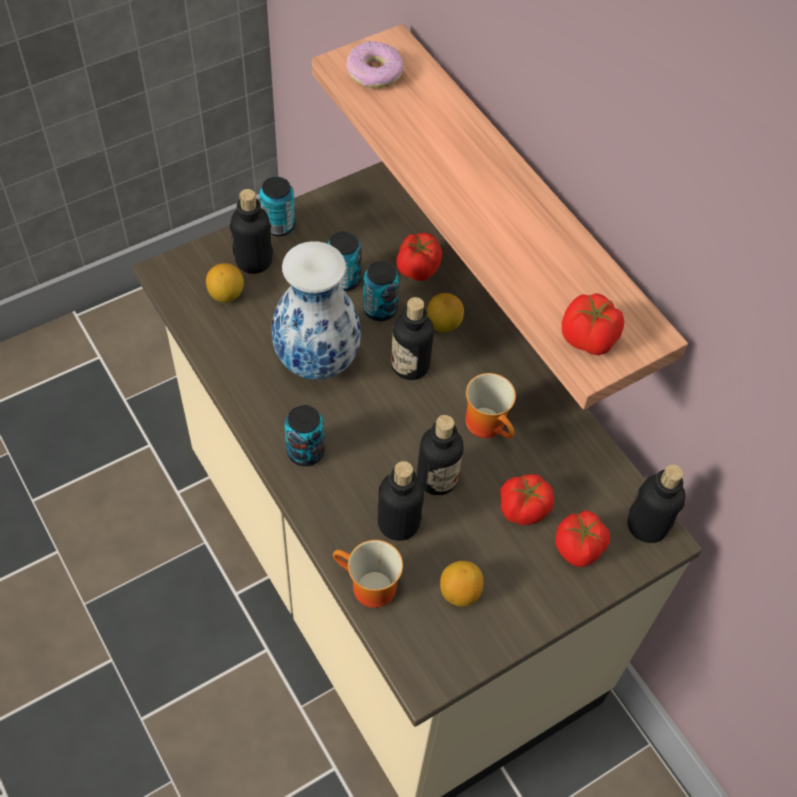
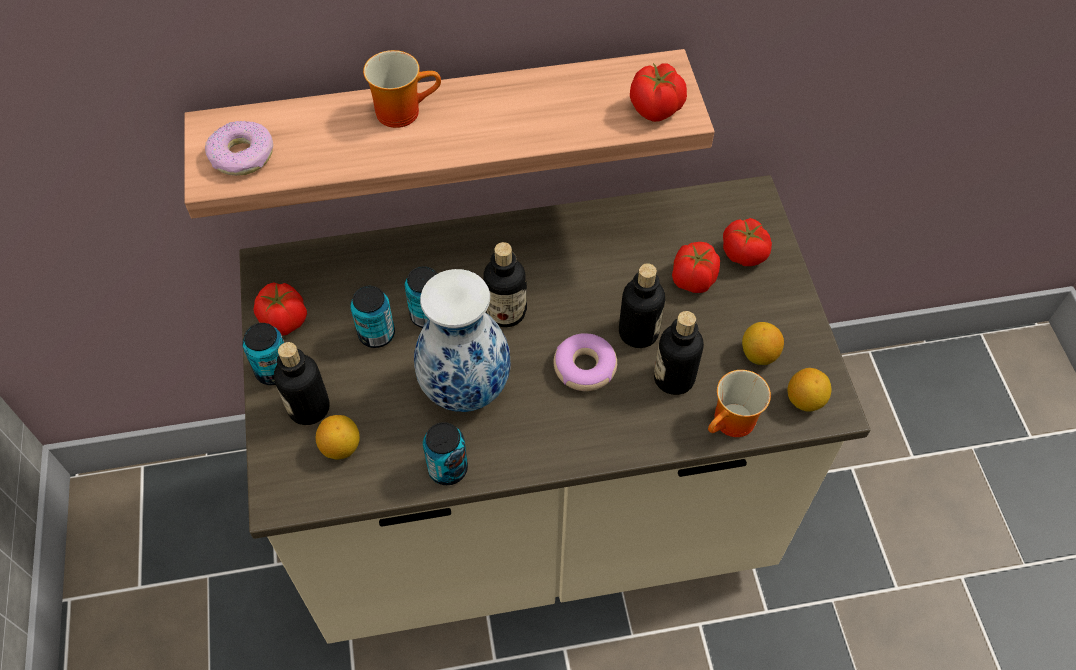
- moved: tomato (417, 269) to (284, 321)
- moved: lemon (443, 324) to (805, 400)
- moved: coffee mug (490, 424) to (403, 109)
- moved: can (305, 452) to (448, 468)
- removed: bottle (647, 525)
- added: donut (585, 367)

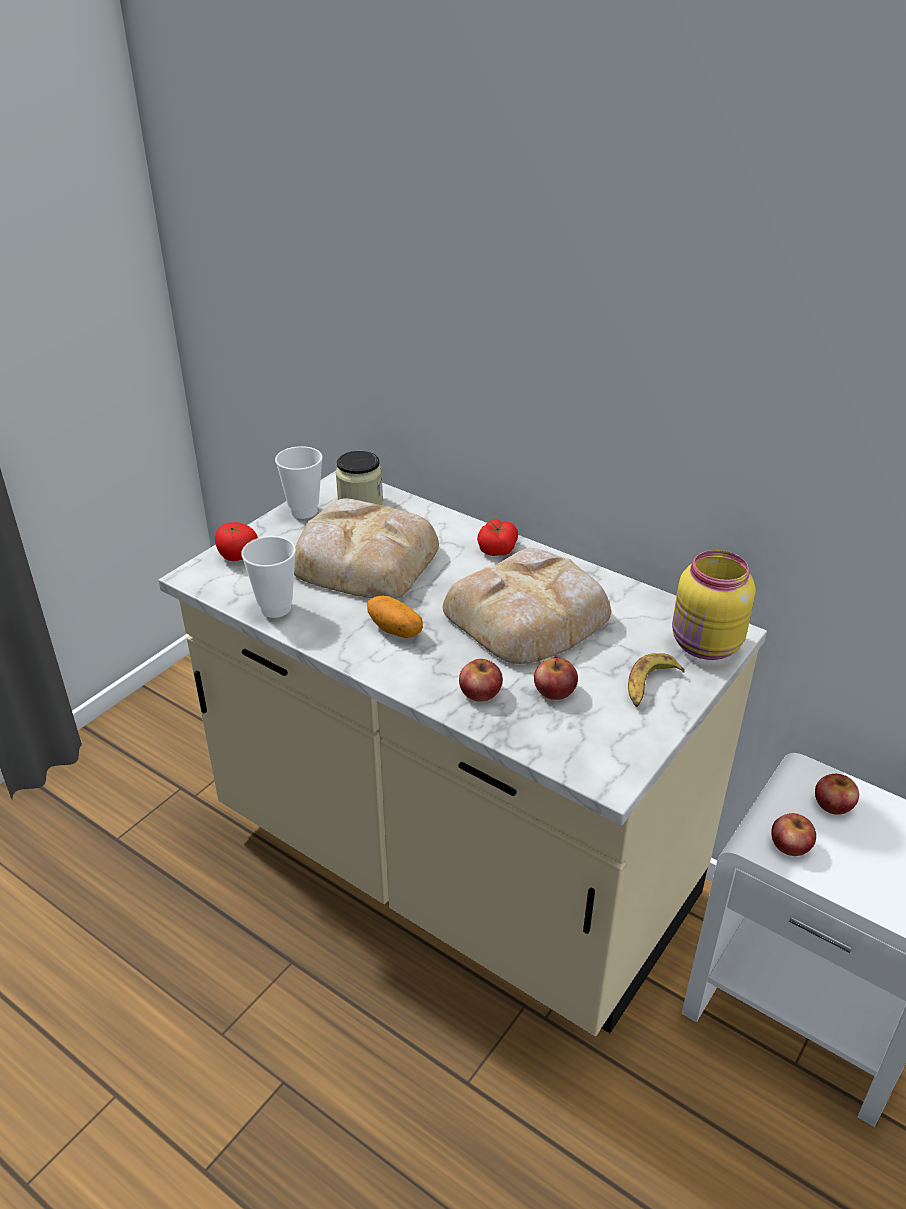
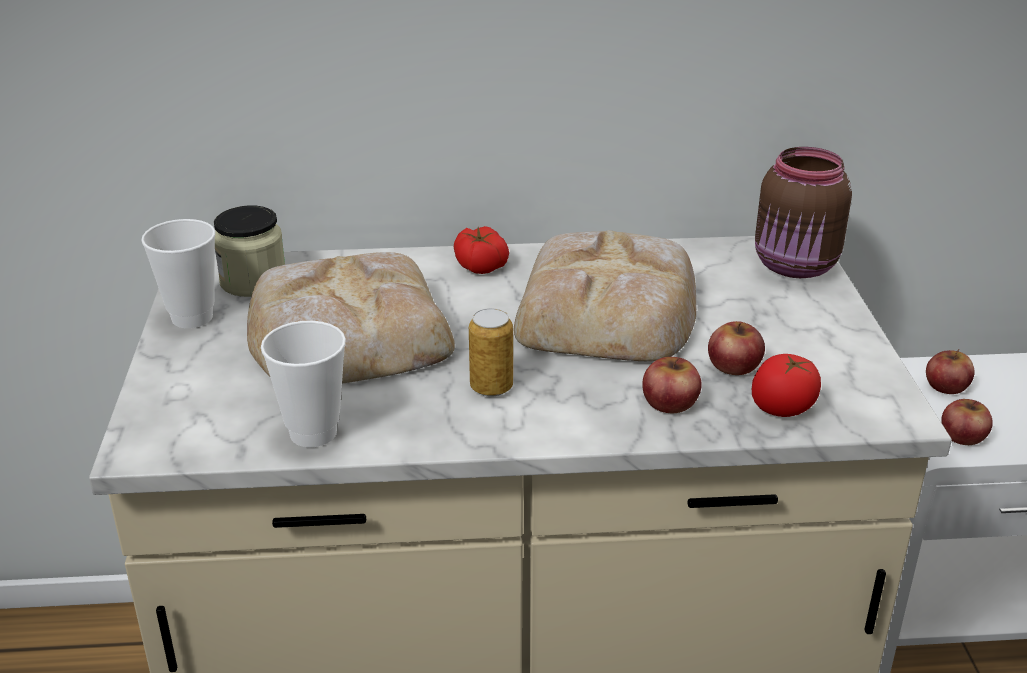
- moved: tomato (237, 556) to (782, 408)
- recoloured: yellow-coloured preserve jar (705, 646) to brown-coloured preserve jar (796, 267)
- replaced: potato (395, 629) to can (491, 387)
- removed: whole banana (650, 686)

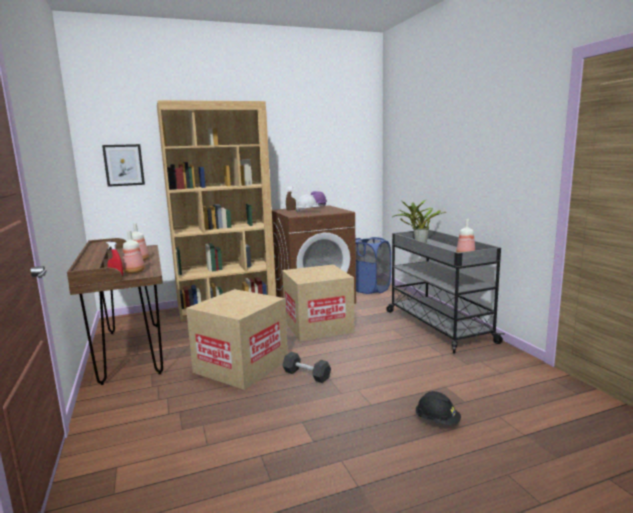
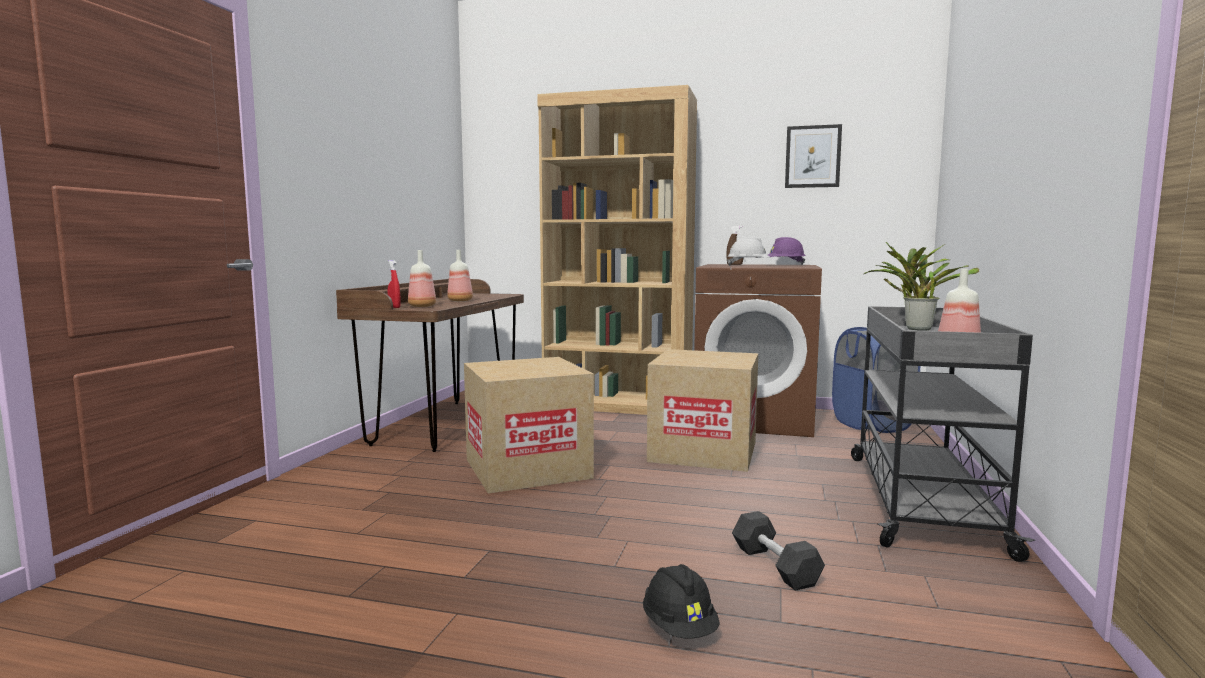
- moved: wall picture (124, 165) to (812, 156)
- moved: black dumbbell (306, 375) to (775, 566)

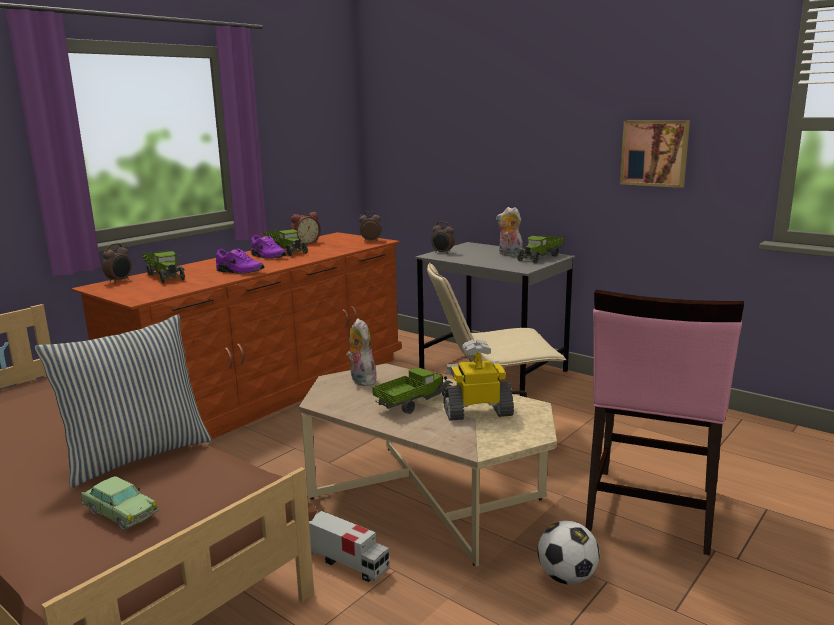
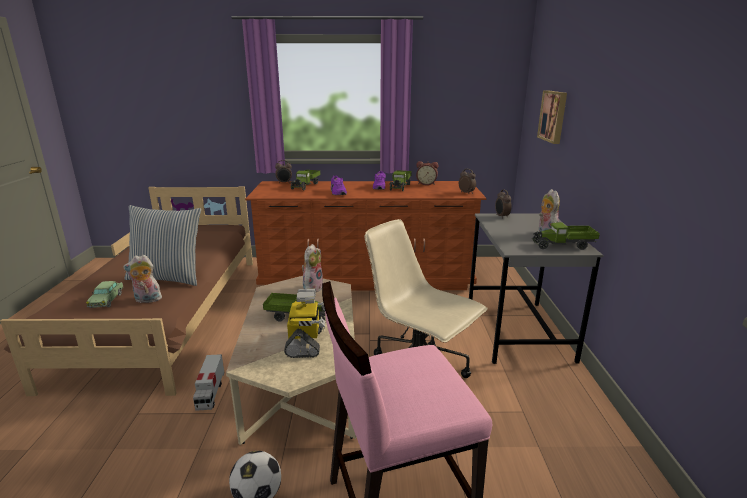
- moved: wall picture (655, 153) to (554, 116)
- turned: robot figure (478, 412) = (306, 343) 45 degrees clockwise
- added: soft toy (147, 300)

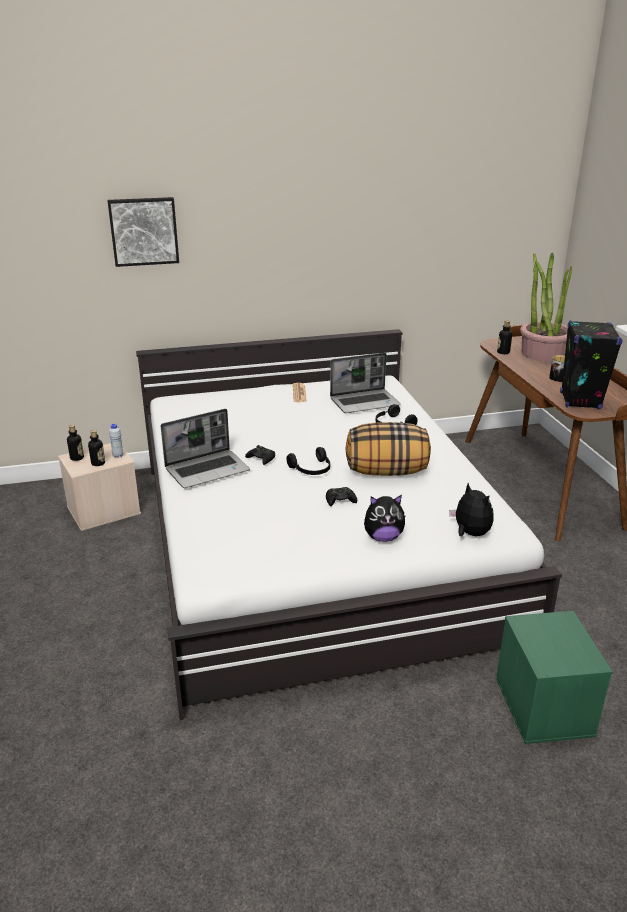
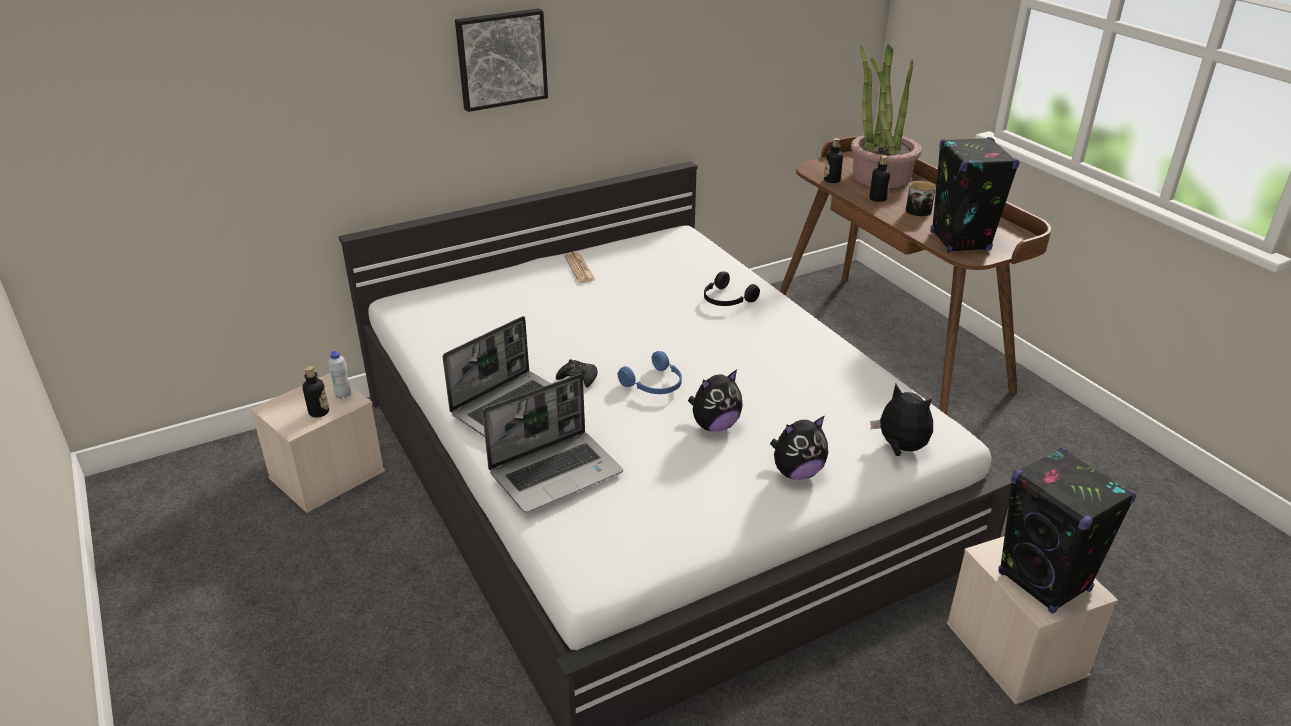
- moved: wall picture (144, 231) to (501, 58)
- moved: notebook computer (365, 402) to (556, 472)
- removed: throw pillow (387, 471)
- moved: bottle (77, 458) to (877, 199)
- recoloured: black pair of headphones (312, 469) to blue pair of headphones (655, 385)
- replaced: black game controller (340, 500) to soft toy (714, 425)
- recoloured: green-coloured storage bin (542, 705) to beige-coloured storage bin (1013, 648)
- added: black loudspeaker (1044, 582)

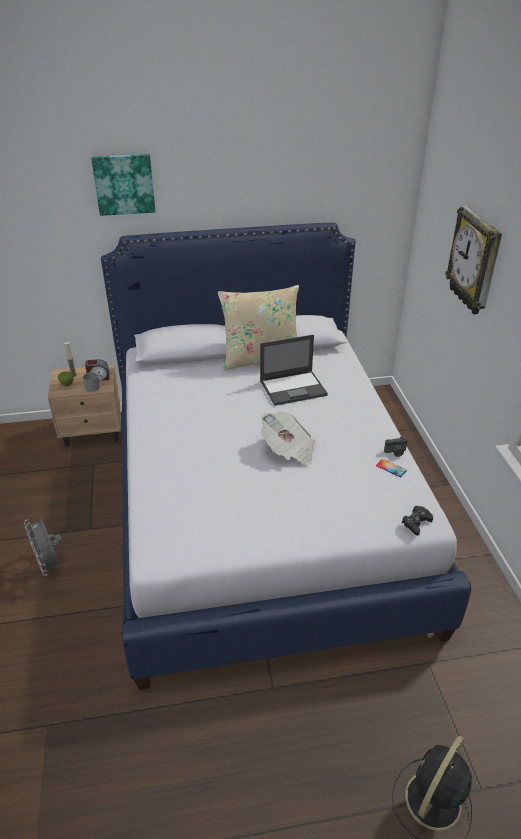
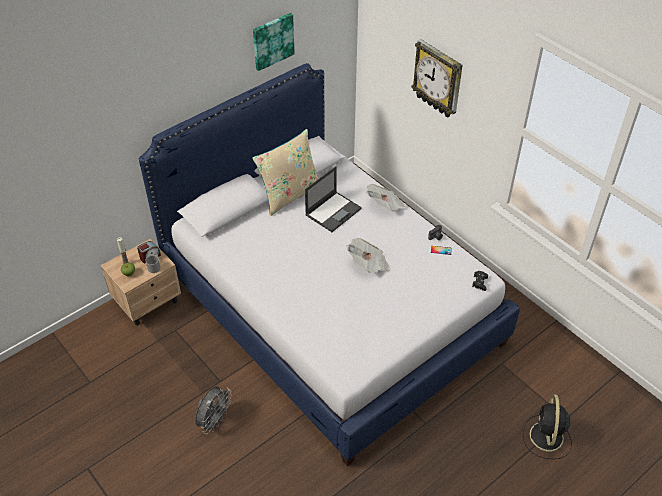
- moved: wall picture (124, 184) to (272, 41)
- turned: grey cooling fan (49, 564) = (214, 421) 90 degrees counterclockwise
- added: newspaper (385, 206)

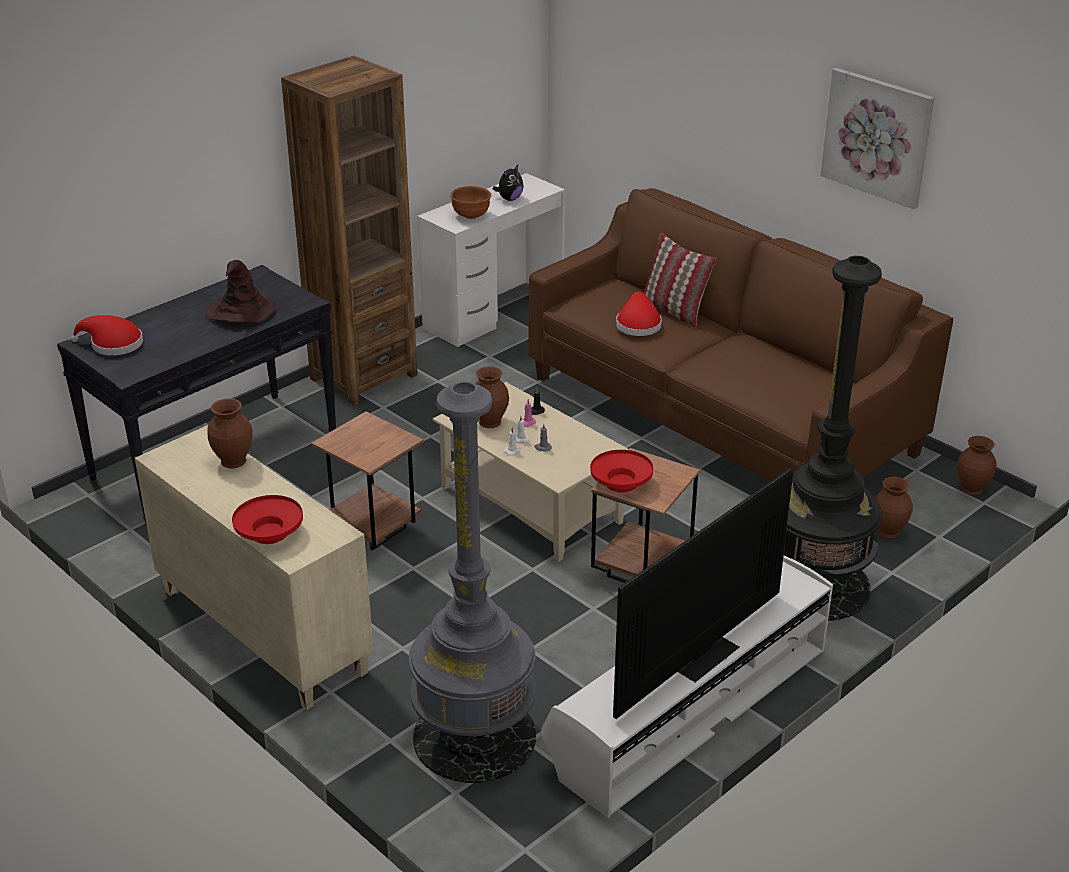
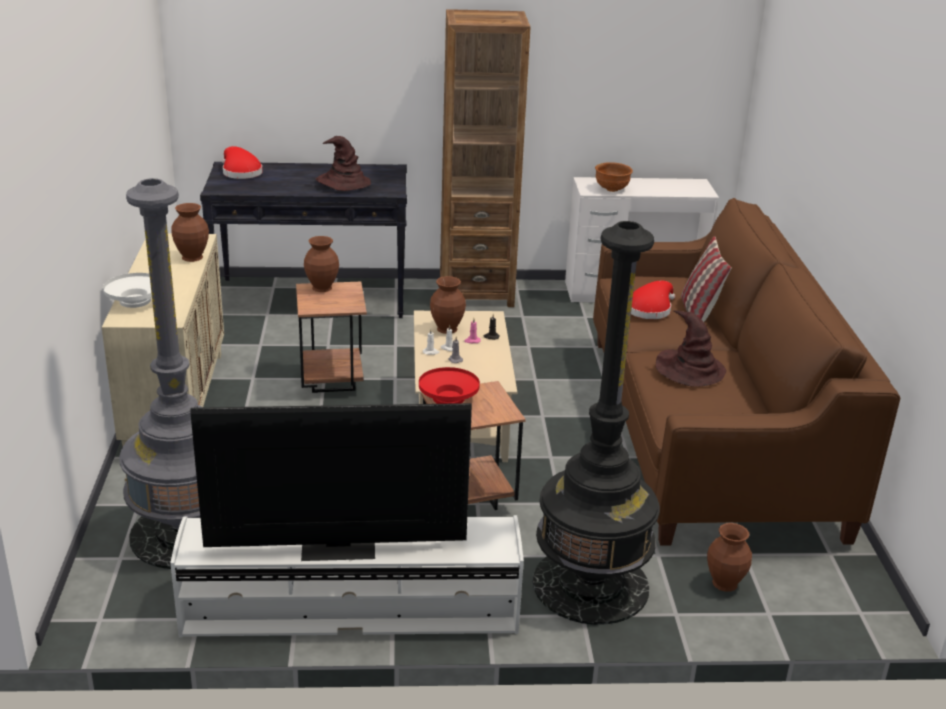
- removed: wall picture (877, 137)
- removed: soft toy (509, 199)
- moved: brown-coloured flower vase (972, 488) to (322, 288)
- recoloured: red-coloured serving bowl (269, 533) to white-coloured serving bowl (134, 301)
- added: brown-coloured wearable hat (690, 370)

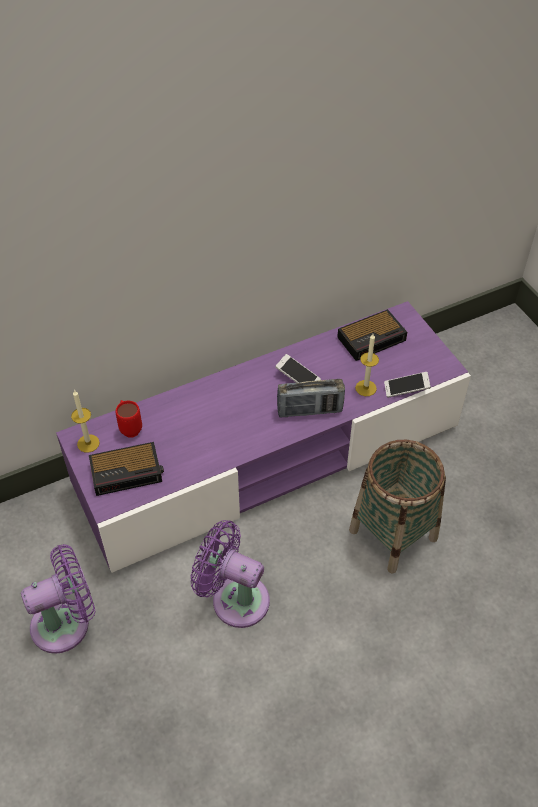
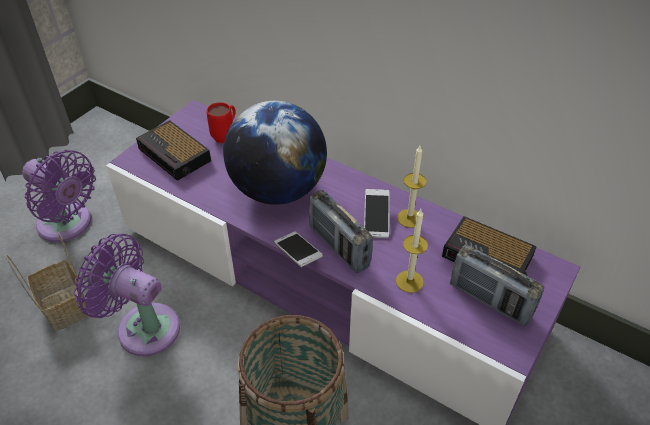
- moved: telephone (406, 389) to (298, 254)
- moved: wax candle (88, 443) to (409, 218)
- turned: purple cooling fan (235, 598) = (143, 326) 60 degrees counterclockwise
- added: desk globe (278, 190)
- added: household basket (63, 306)
- added: radio set (490, 301)

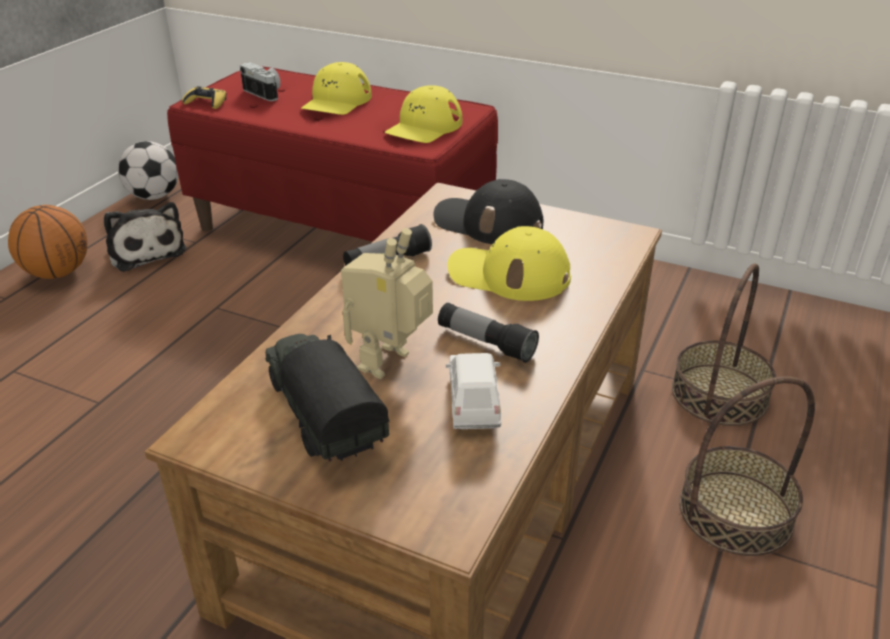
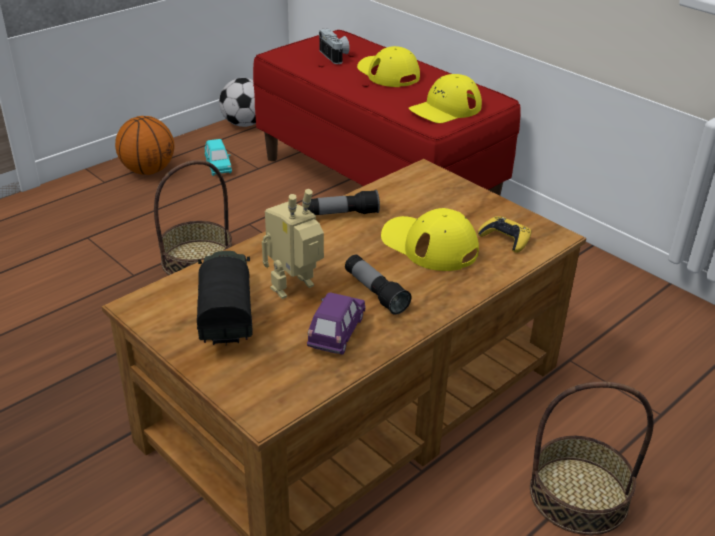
- turned: yellow-coloured peaked cap (337, 101) = (388, 73) 105 degrees clockwise
- moved: yellow-coloured game controller (206, 103) to (505, 239)
- removed: black peaked cap (488, 222)
- replaced: soft toy (146, 250) to turquoise model car (218, 167)
- moved: household basket (719, 394) to (197, 260)
- recoloured: white-coloured model car (473, 403) to purple model car (337, 333)

